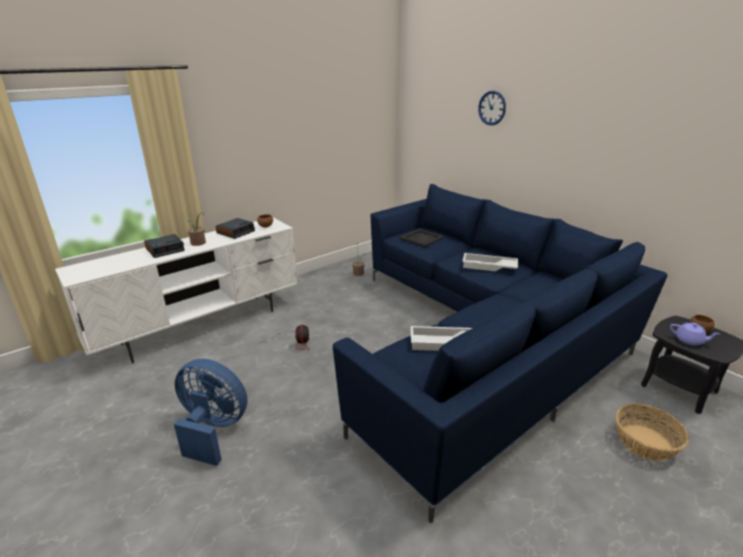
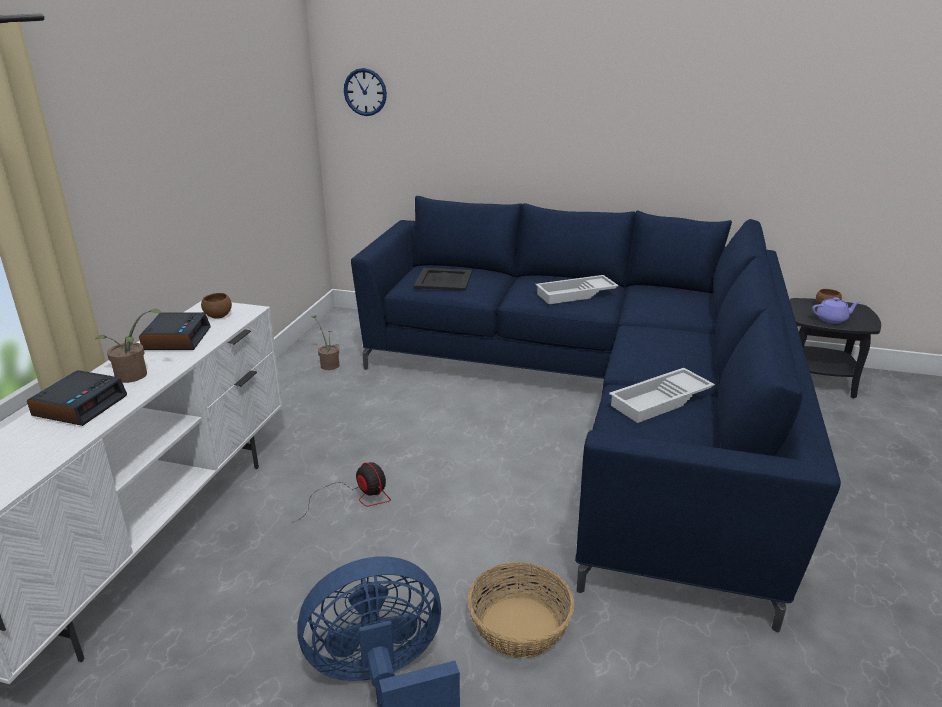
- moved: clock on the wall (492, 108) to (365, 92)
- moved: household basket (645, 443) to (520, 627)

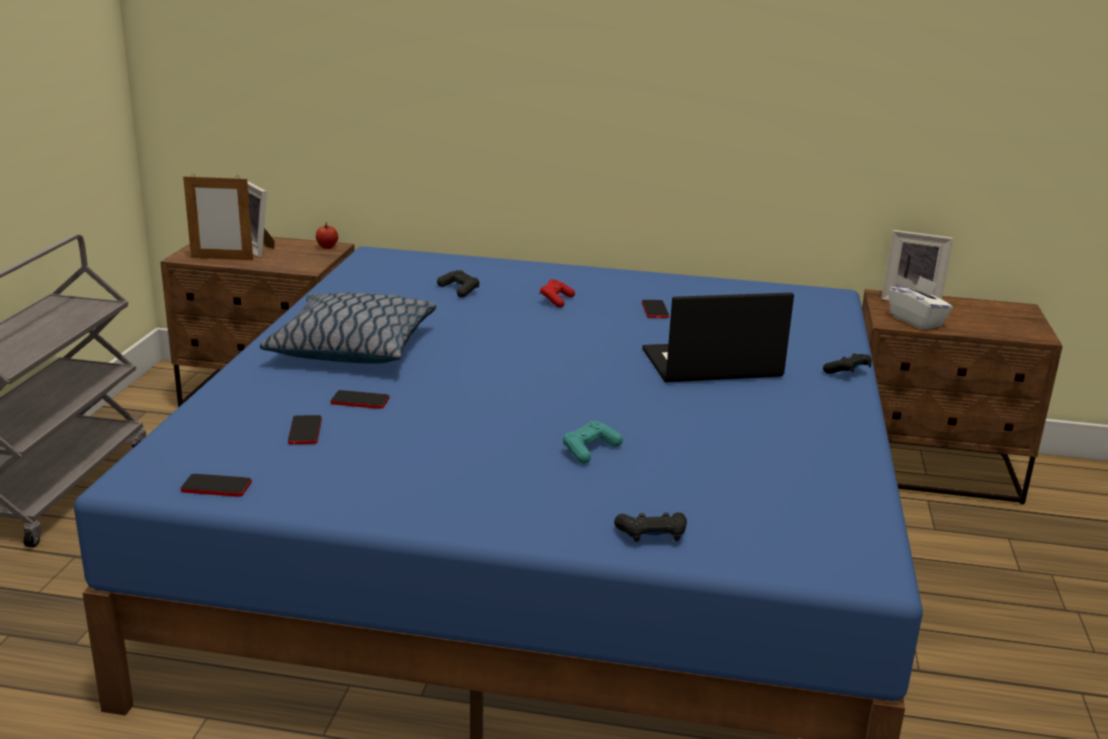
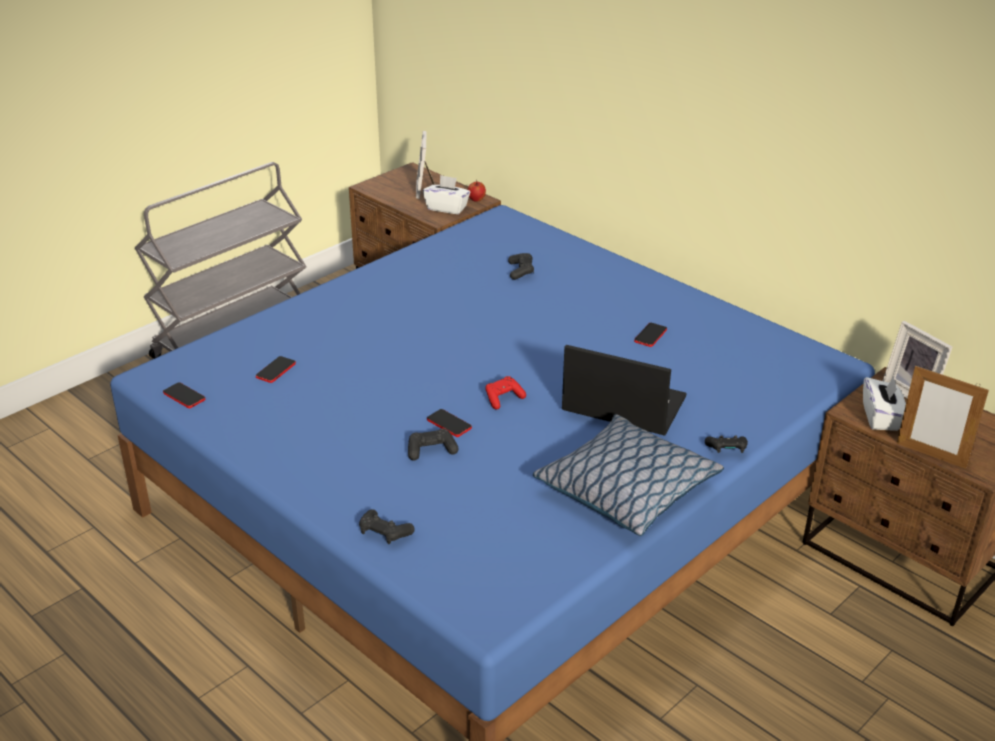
- moved: photo frame (222, 258) to (931, 455)
- moved: red-coloured game controller (556, 300) to (503, 399)
- moved: throw pillow (351, 347) to (626, 489)
- moved: telephone (360, 401) to (449, 424)
- recoloured: turquoise game controller (590, 450) to black game controller (431, 450)
- added: white-coloured box of tissues (447, 208)

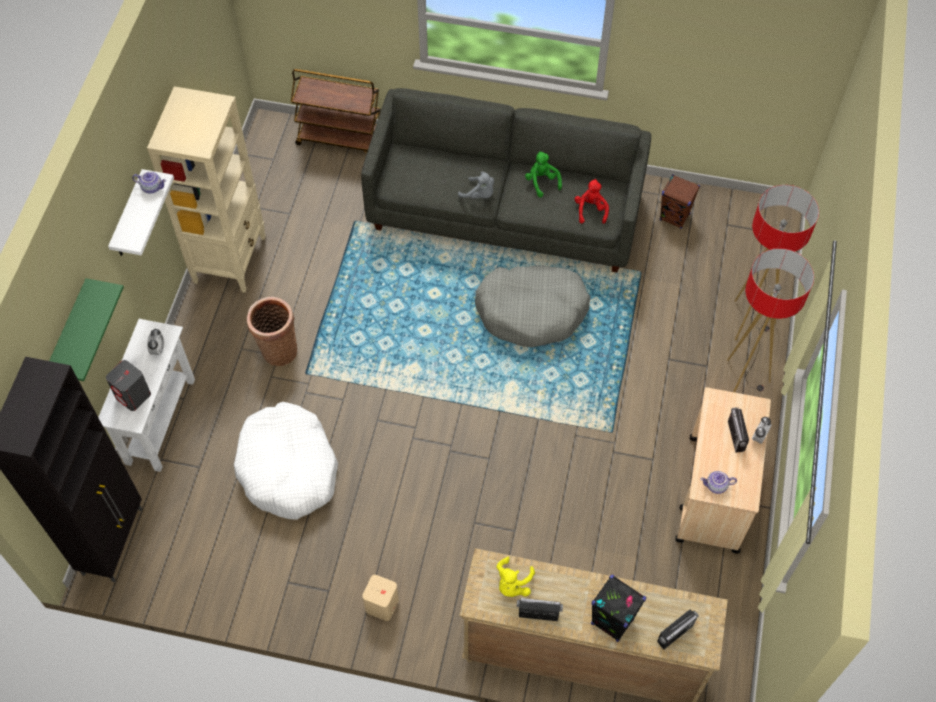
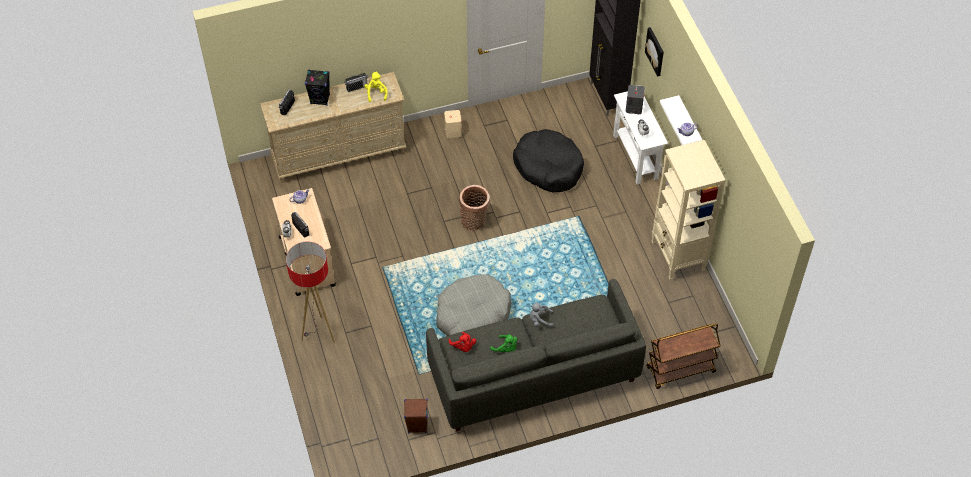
- removed: standard lamp (748, 321)
- replaced: green-coloured bracket shelf (70, 333) to wall picture (655, 51)
- moved: household basket (277, 349) to (474, 221)
- recoloured: white-coloured dog bed (288, 468) to black dog bed (548, 167)

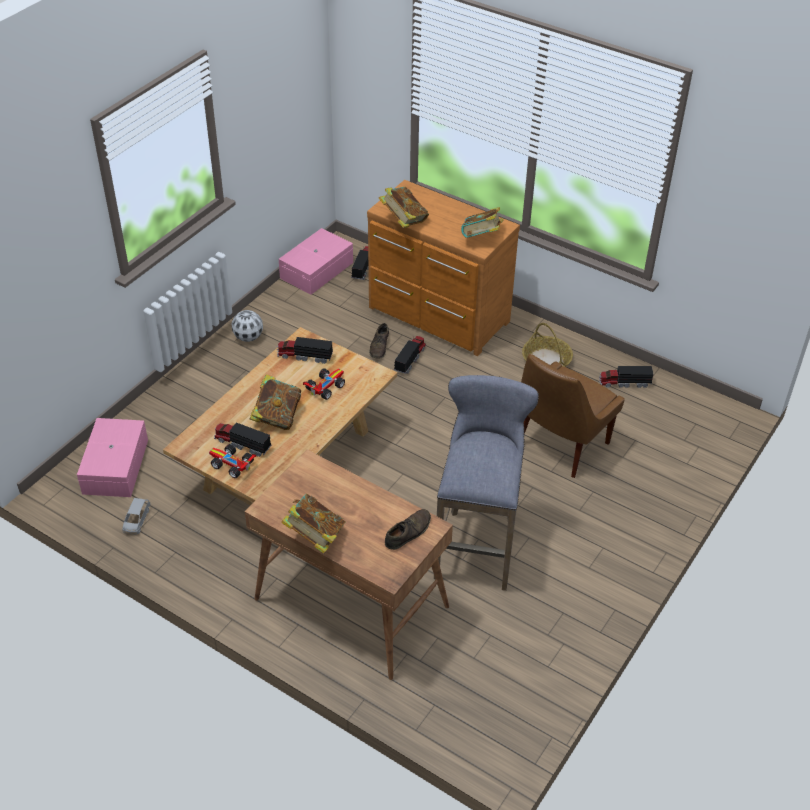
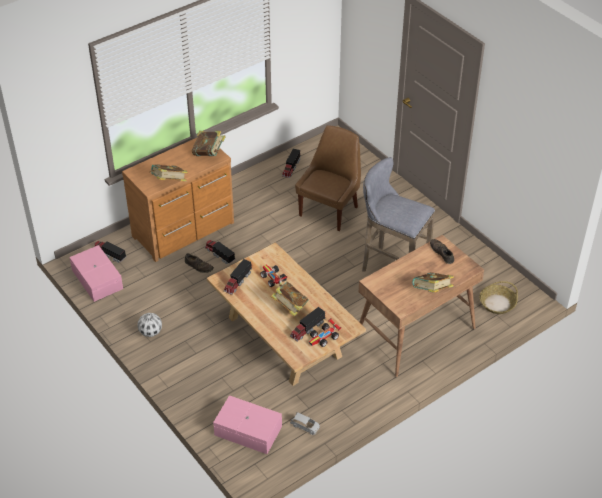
- moved: household basket (546, 360) to (497, 303)
- turned: brown-coloured plain chair (560, 445) = (330, 210) 120 degrees counterclockwise

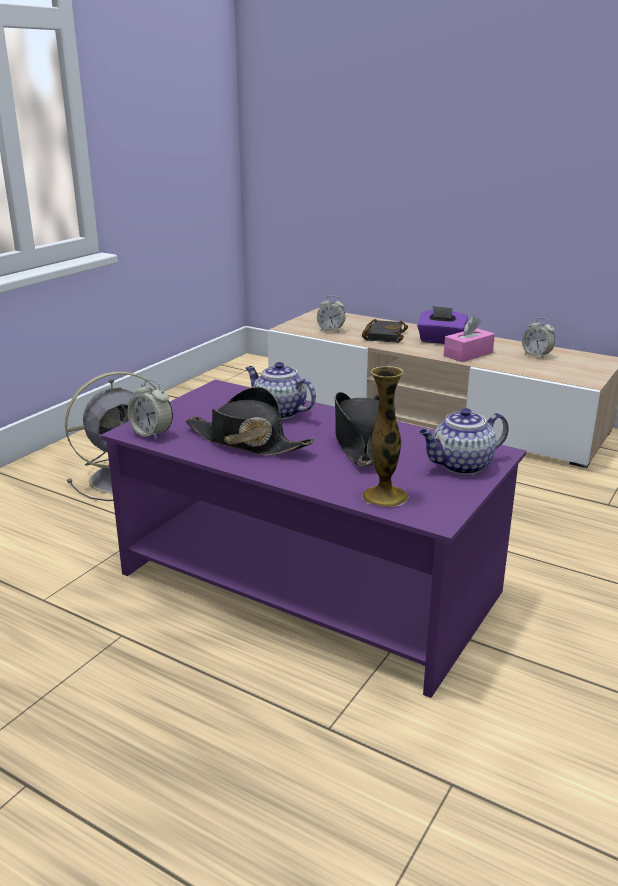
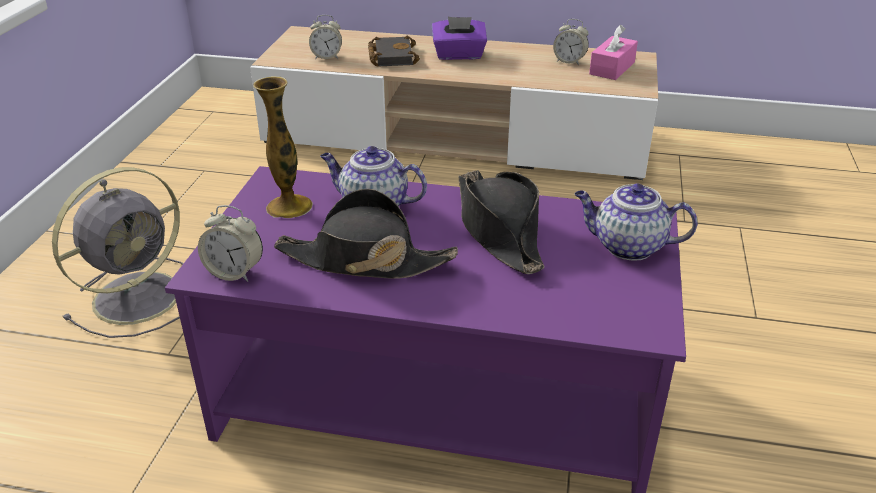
- moved: pink box of tissues (468, 354) to (612, 68)
- moved: flower vase (385, 496) to (289, 207)
- turned: tea pot (461, 466) = (627, 246) 60 degrees clockwise

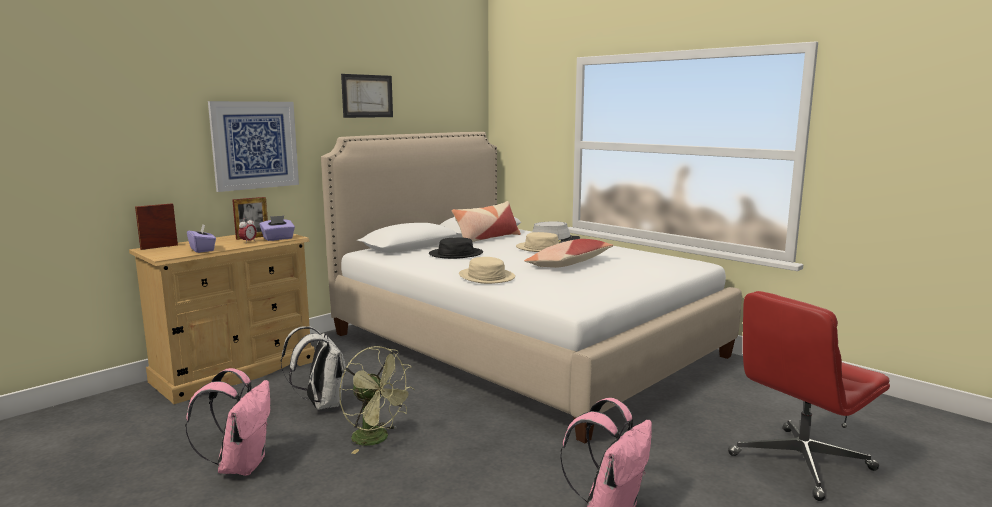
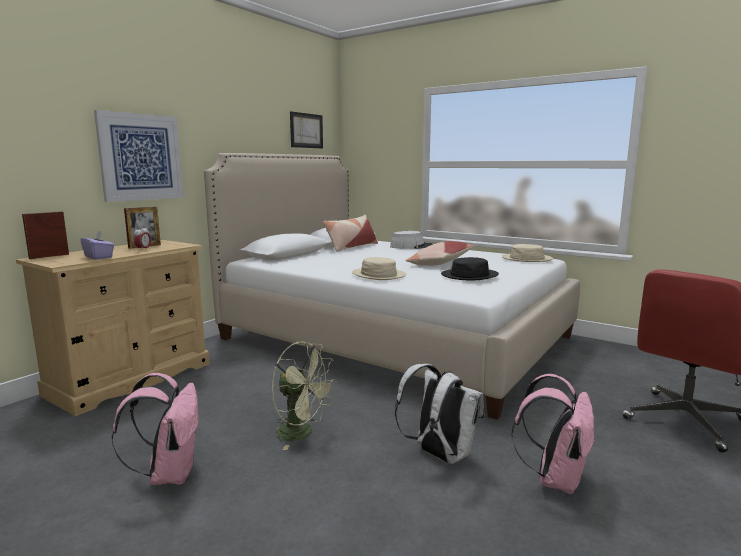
- moved: wall picture (367, 96) to (306, 130)
- removed: purple box of tissues (278, 238)
- moved: beige-coloured wearable hat (541, 248) to (526, 259)
- moved: black wearable hat (456, 254) to (469, 275)
- moved: white-coloured knapsack (321, 404) to (439, 455)

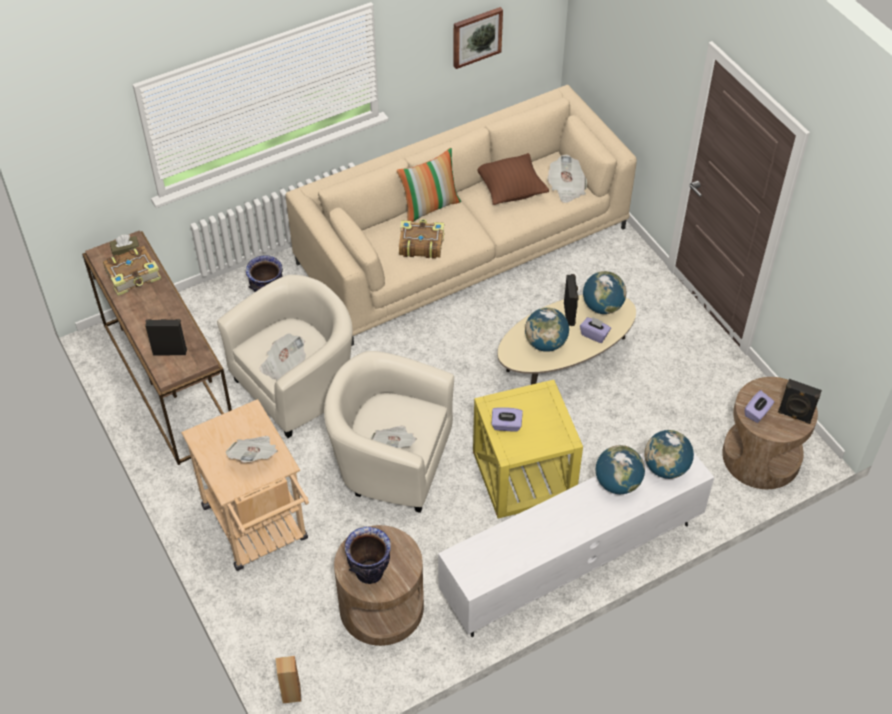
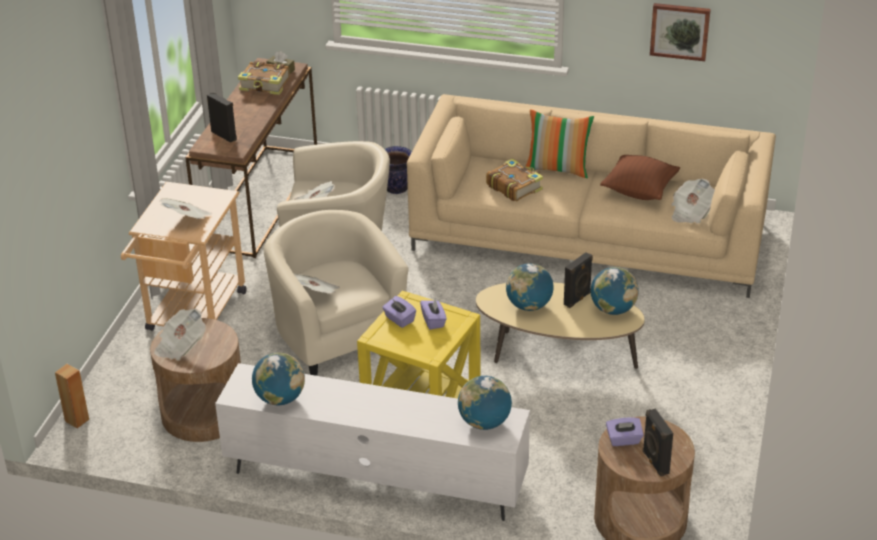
- moved: purple box of tissues (594, 334) to (433, 321)
- moved: desk globe (617, 483) to (280, 398)
- replaced: flower vase (370, 572) to newspaper (180, 346)

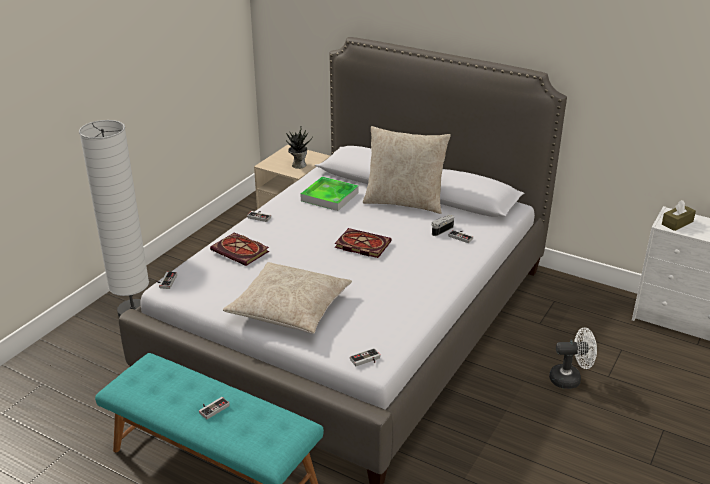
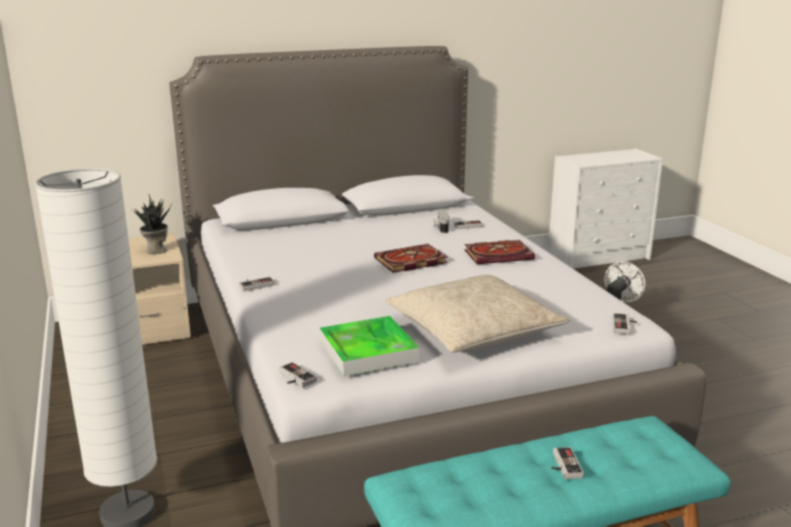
- removed: beige-coloured throw pillow (404, 202)
- moved: tray (329, 197) to (368, 351)
- removed: brown-coloured box of tissues (677, 223)
- moved: book (241, 251) to (499, 255)

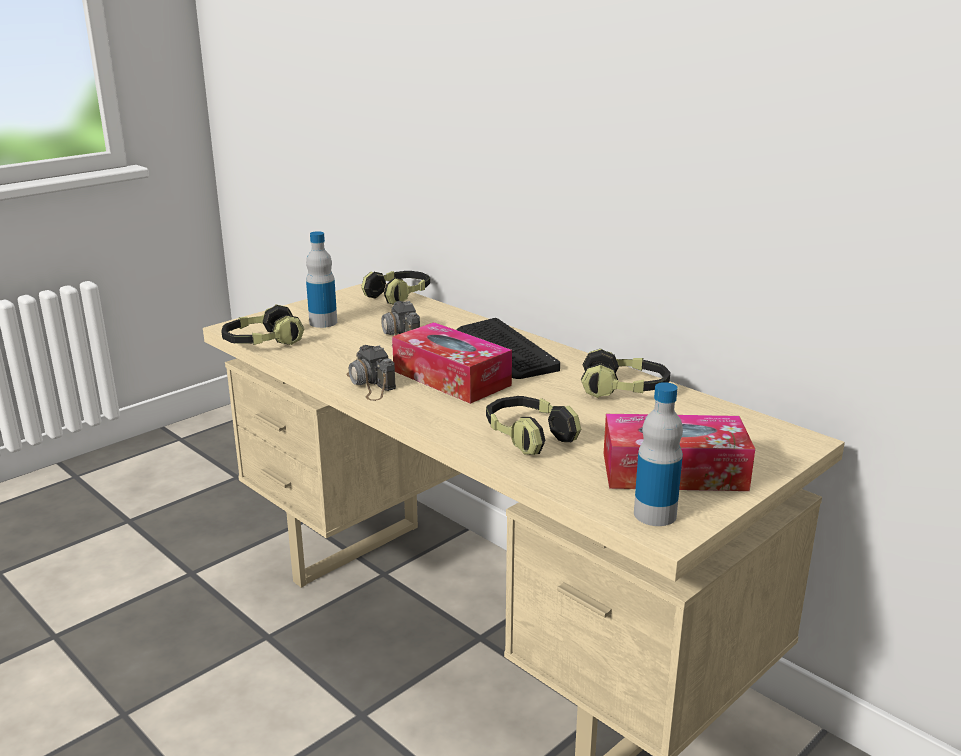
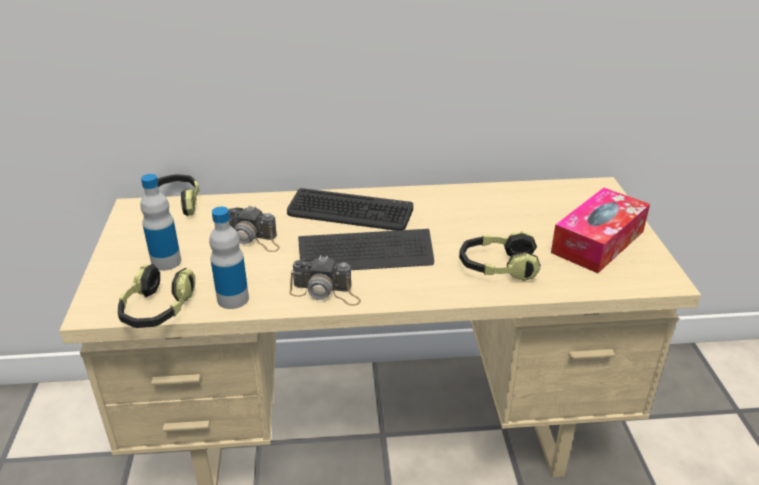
- replaced: box of tissues (451, 378) to computer keyboard (366, 253)
- removed: pair of headphones (624, 390)
- moved: bottle (655, 514) to (233, 299)

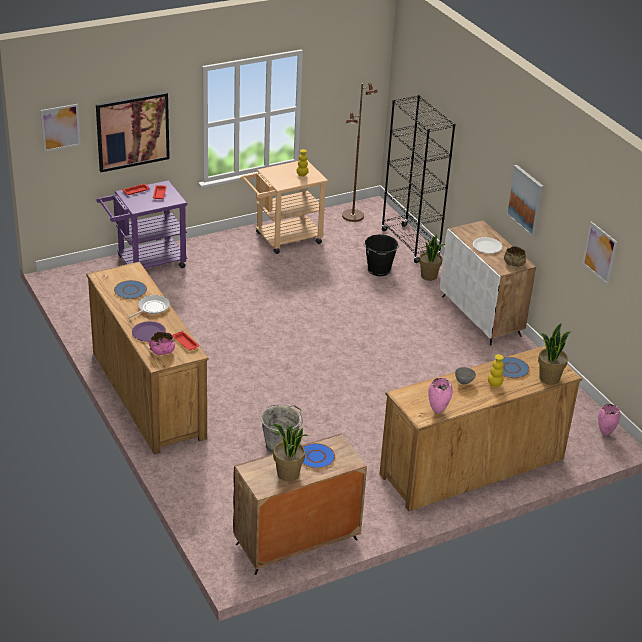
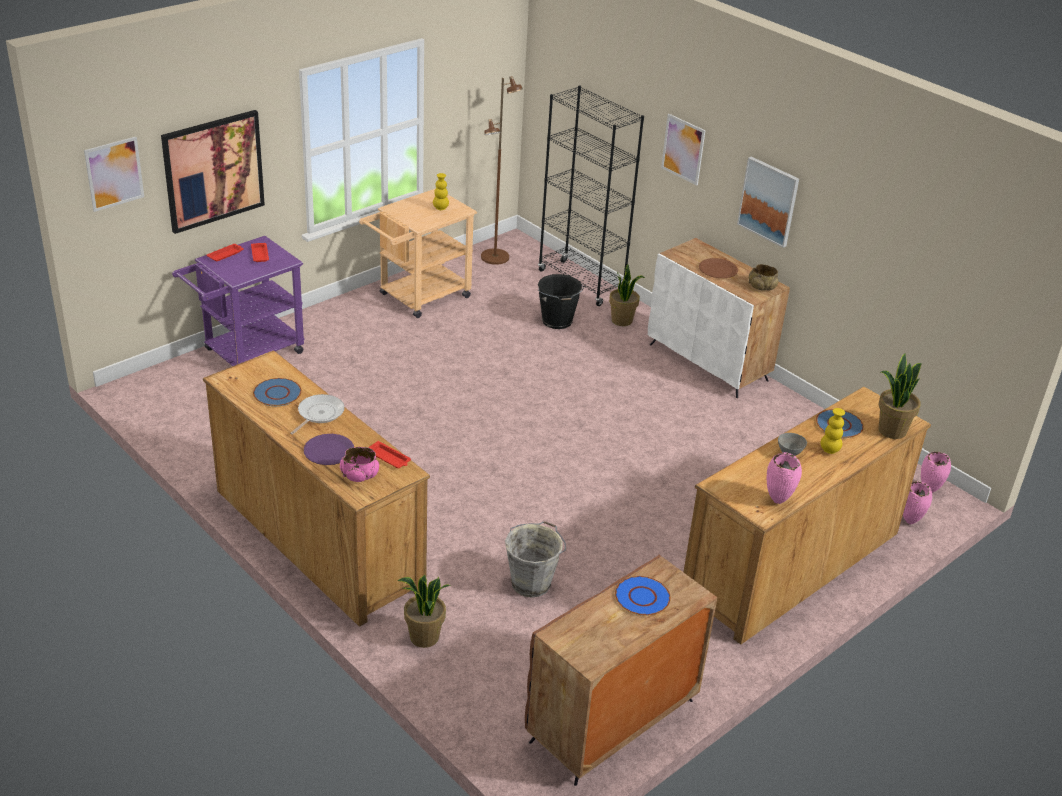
- moved: wall picture (599, 252) to (683, 149)
- recoloured: white-coloured dinner plate (487, 246) to brown-coloured dinner plate (718, 269)
- moved: houseplant (288, 474) to (424, 637)
- added: pink flower vase (910, 522)

